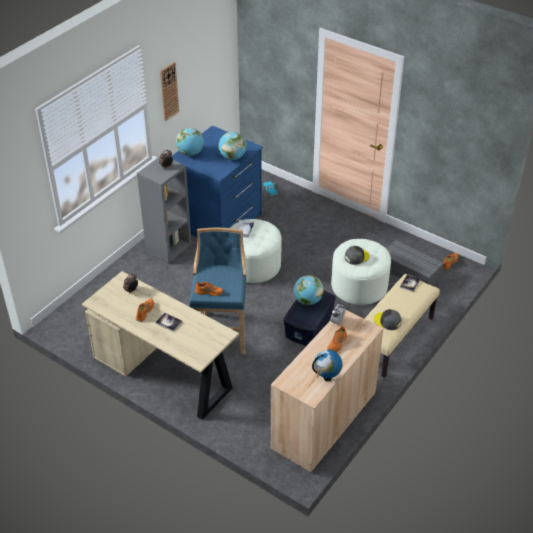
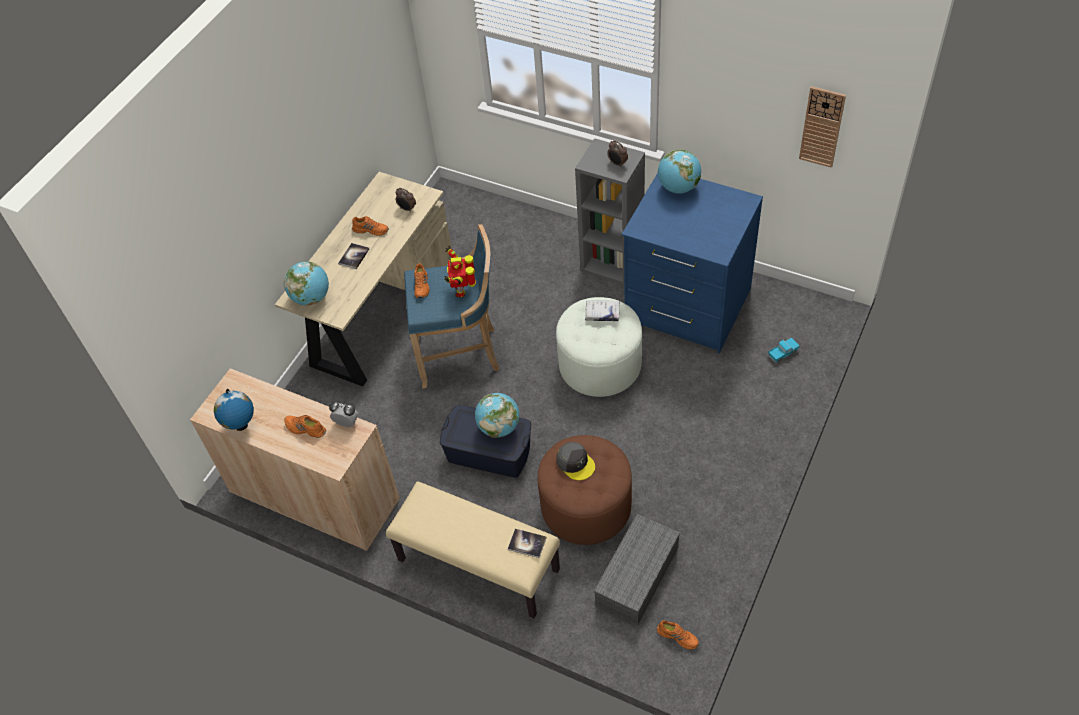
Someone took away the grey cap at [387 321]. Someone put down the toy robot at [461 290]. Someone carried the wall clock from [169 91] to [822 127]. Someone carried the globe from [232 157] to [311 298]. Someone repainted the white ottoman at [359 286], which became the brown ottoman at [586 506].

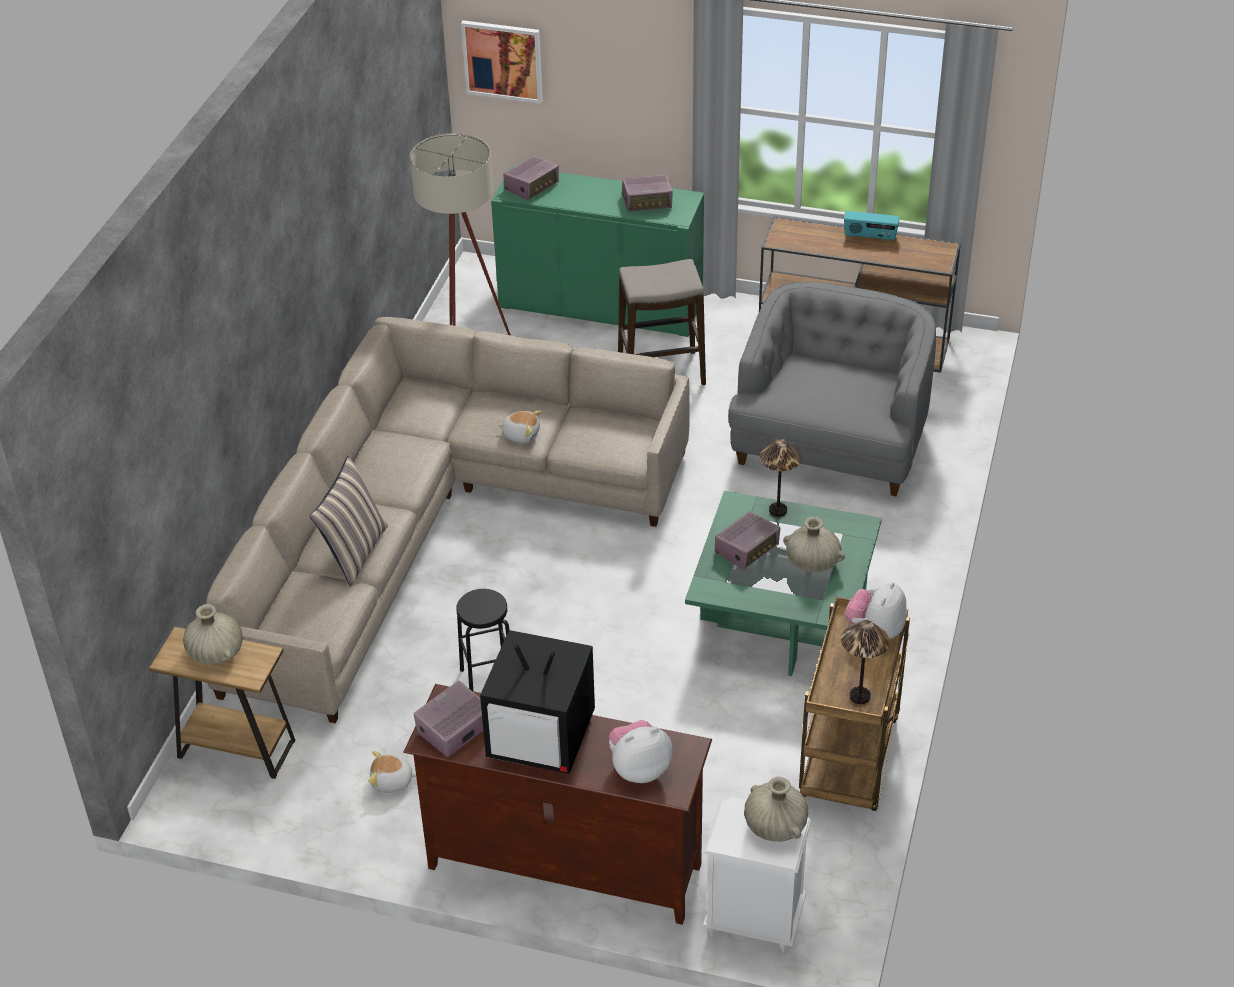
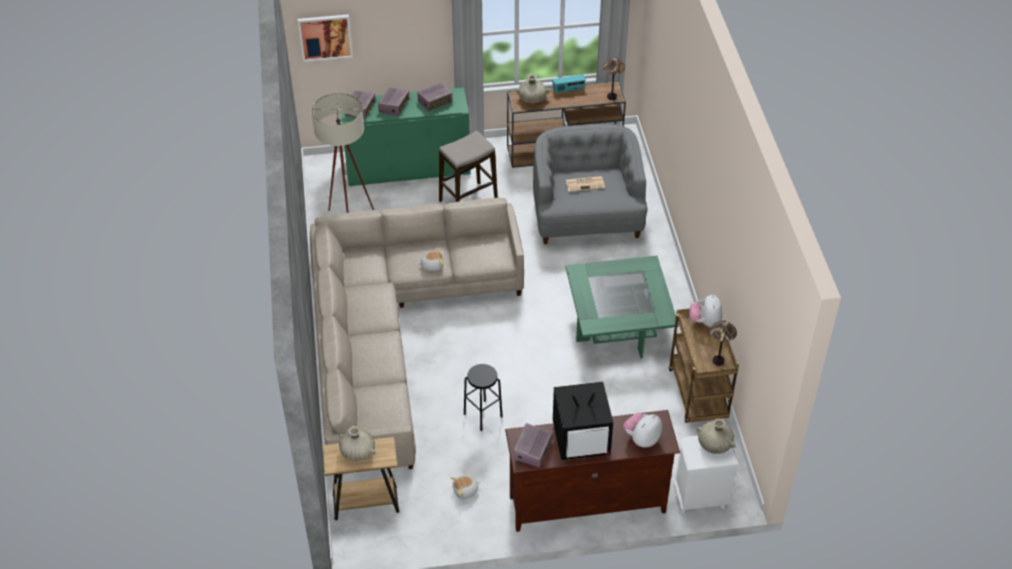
Someone took away the pillow at [354 552]. Someone put down the newspaper at [585 184]. Someone carried the radio from [747 549] to [394 106]. Someone carried the table lamp from [777 511] to [612 97]. Someone carried the beige vase from [812 563] to [532 99].

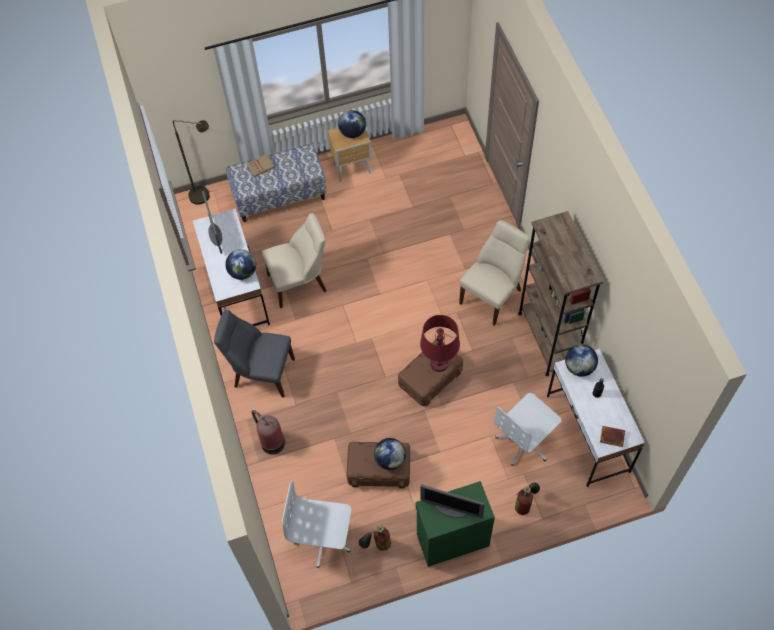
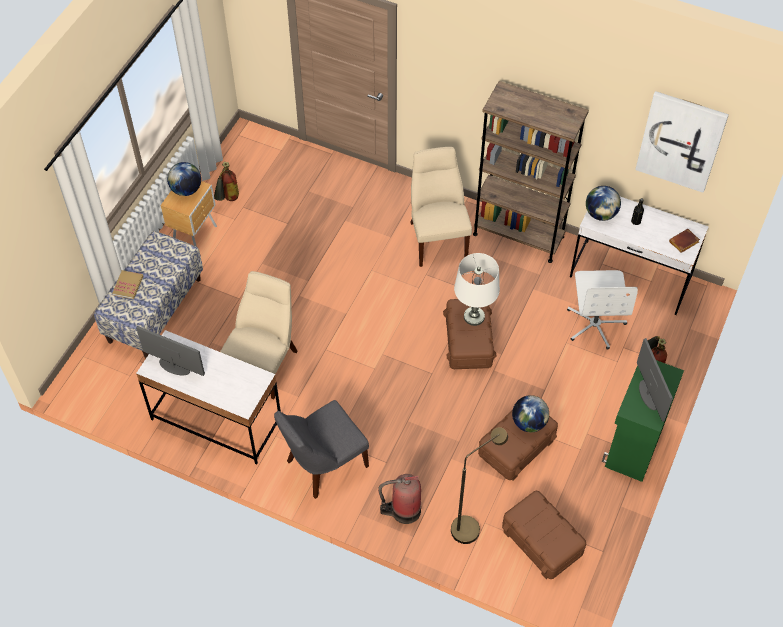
Someone took away the globe at [243 272]. Someone put up the picture at [680 141]. Someone carried the brown floor lamp from [205 196] to [471 525]. Someone carried the fire extinguisher from [377 545] to [228 200]. Someone swapped the white office chair at [323 539] for the brown storage box at [541 542]. Someone repainted the red table lamp at [439 363], which became the white table lamp at [474 317]. Someone rotated the monitor at [451 509] by 75 degrees counterclockwise.

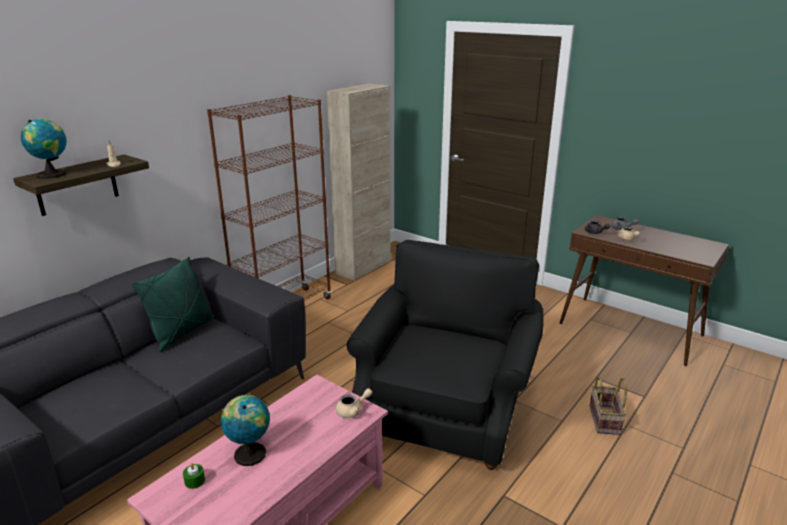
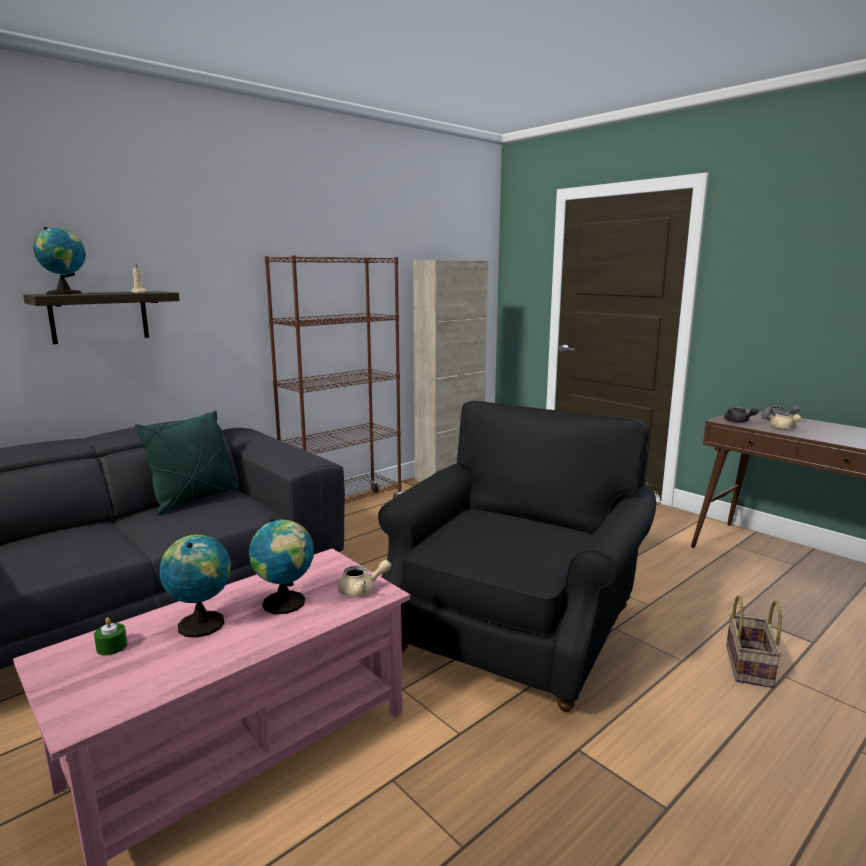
Someone put down the globe at [286 604].

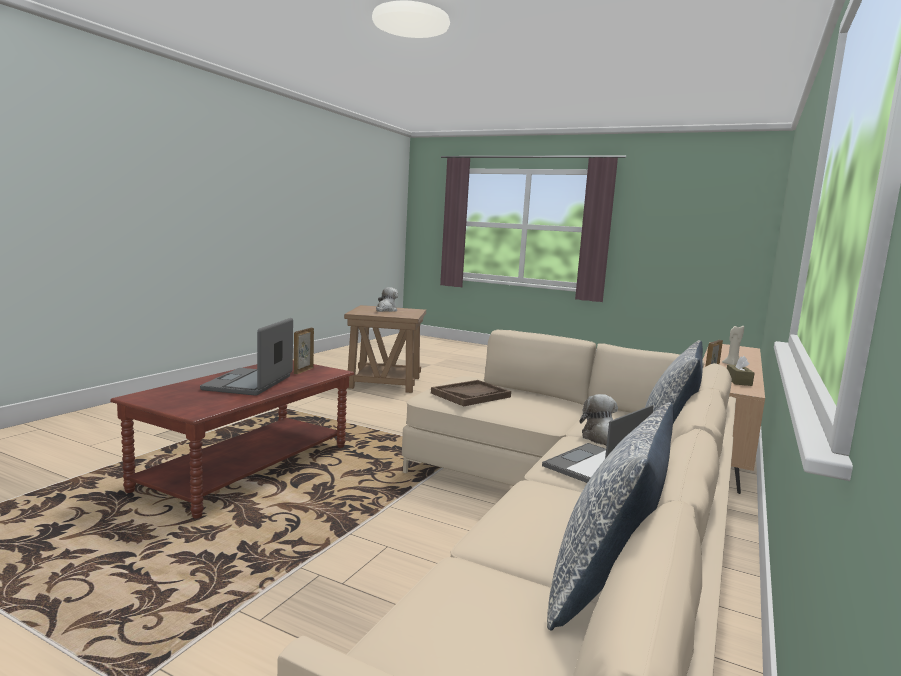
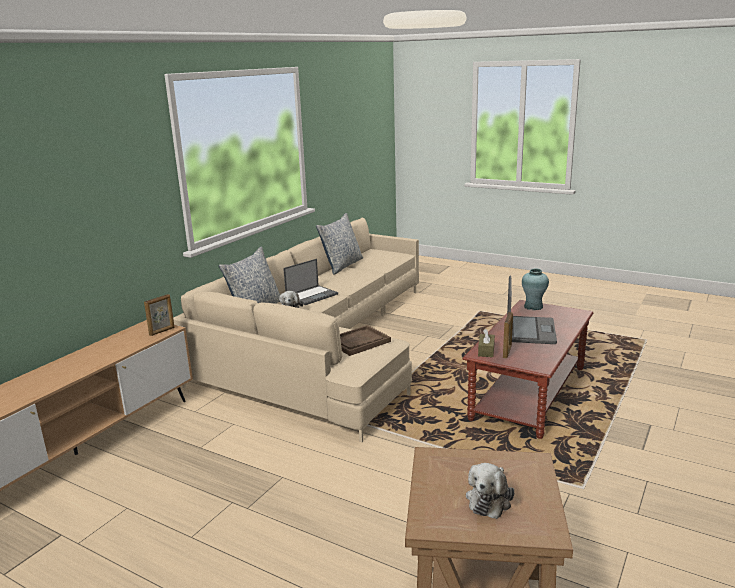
Someone took away the beige candle at [731 364]. Someone put down the turquoise vase at [533 307]. Someone carried the brown tissue box from [738 381] to [486 351].

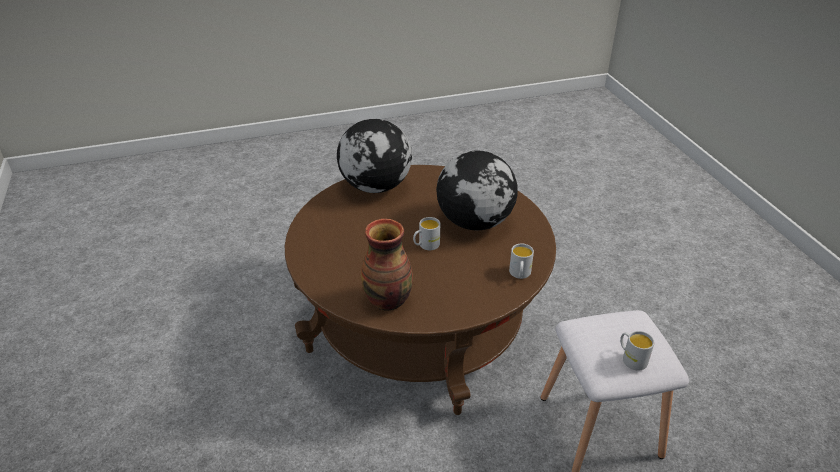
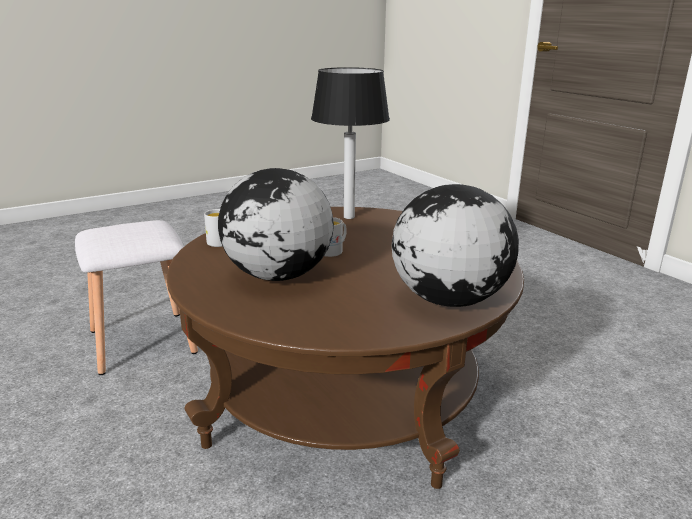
Someone took away the white mug at [631 358]. Someone swapped the vase at [389 300] for the table lamp at [348 217].

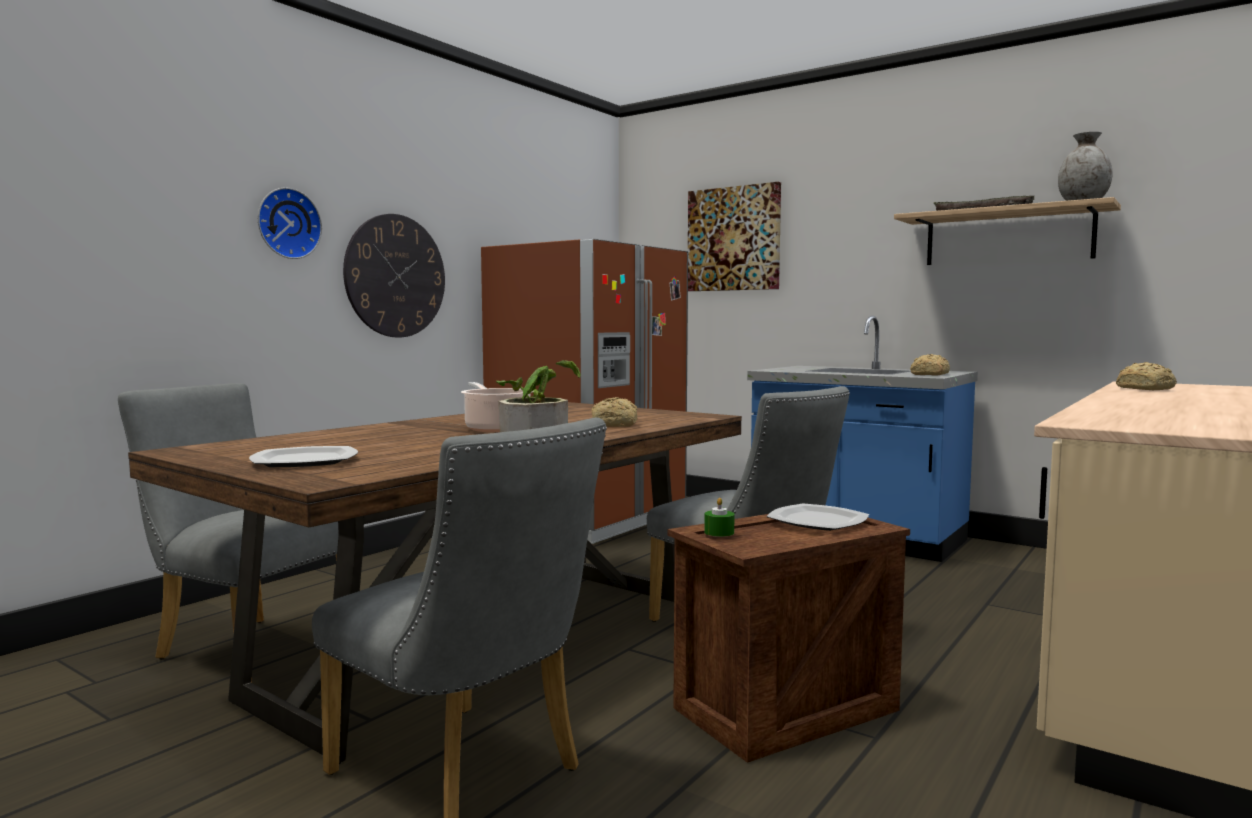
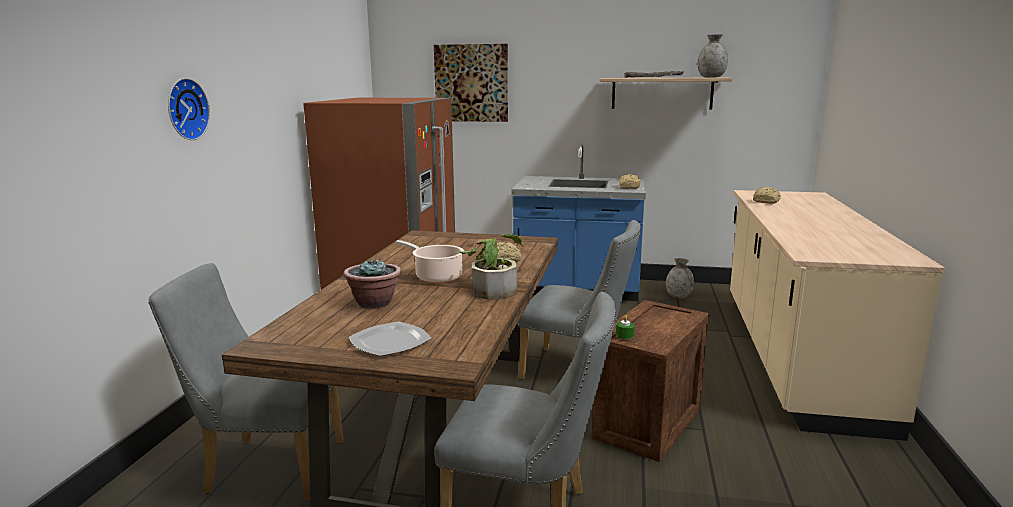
Someone took away the wall clock at [395 276]. Someone took away the plate at [818 521]. Someone put down the potted plant at [374 303]. Someone put down the grey vase at [679 296].

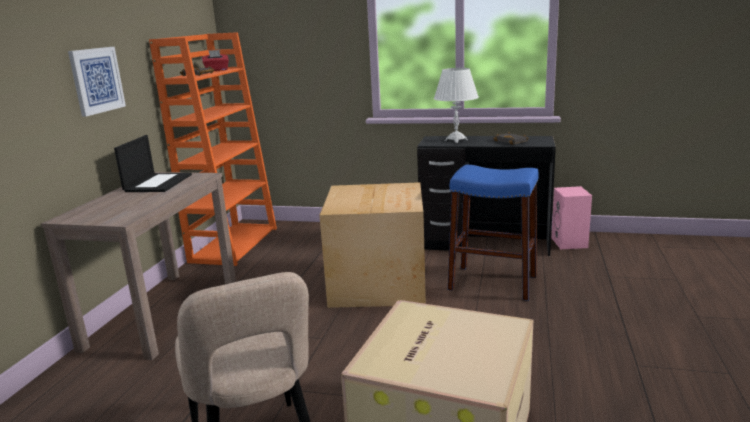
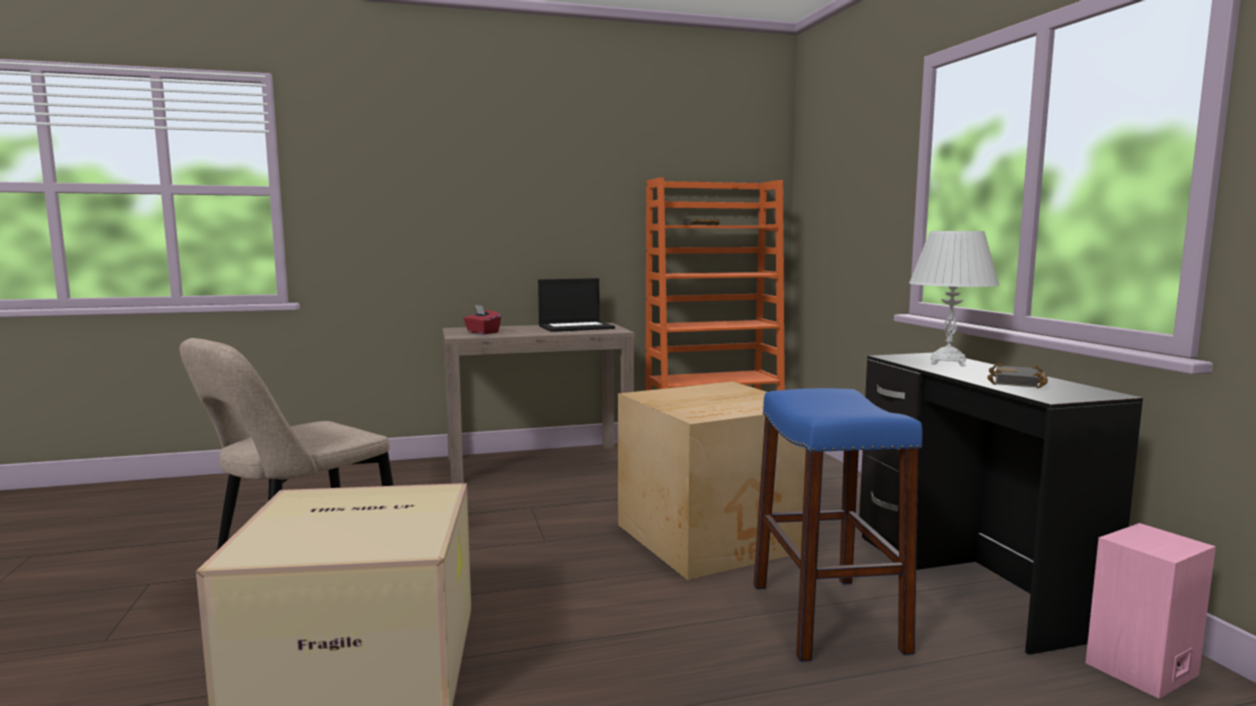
Someone took away the picture at [96 80]. Someone carried the red tissue box from [216 70] to [482 332].

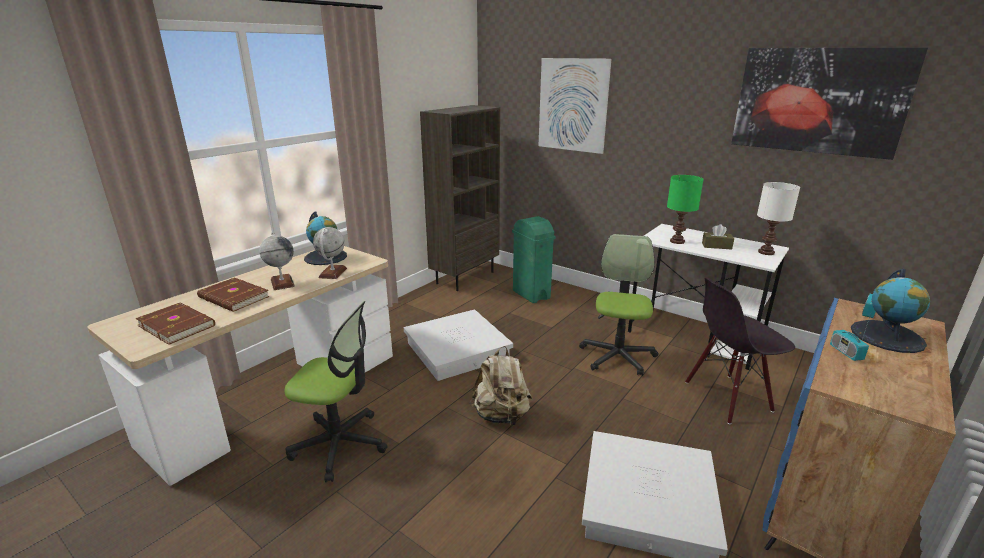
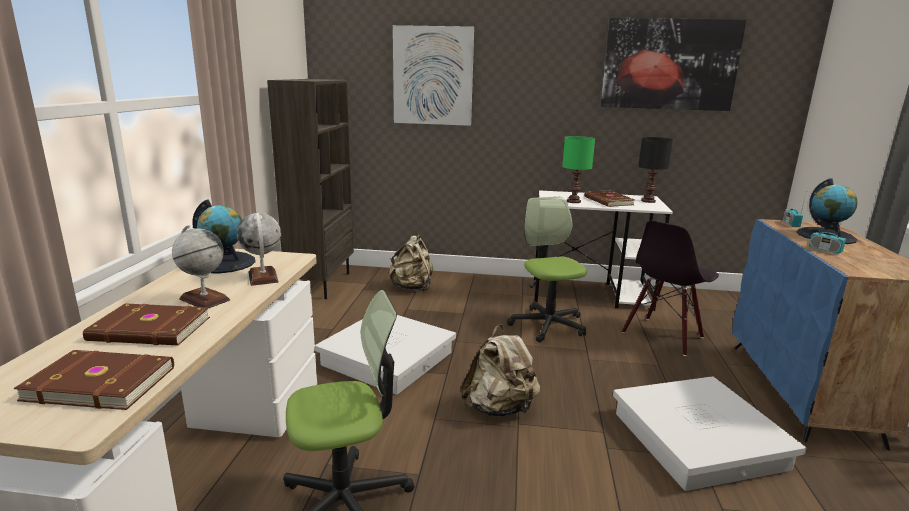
Someone swapped the green trash can at [531 295] for the beige backpack at [412 288]. Someone swapped the brown tissue box at [716 246] for the brown book at [607 201]. Someone repainted the white table lamp at [766 252], which became the black table lamp at [648 201].

